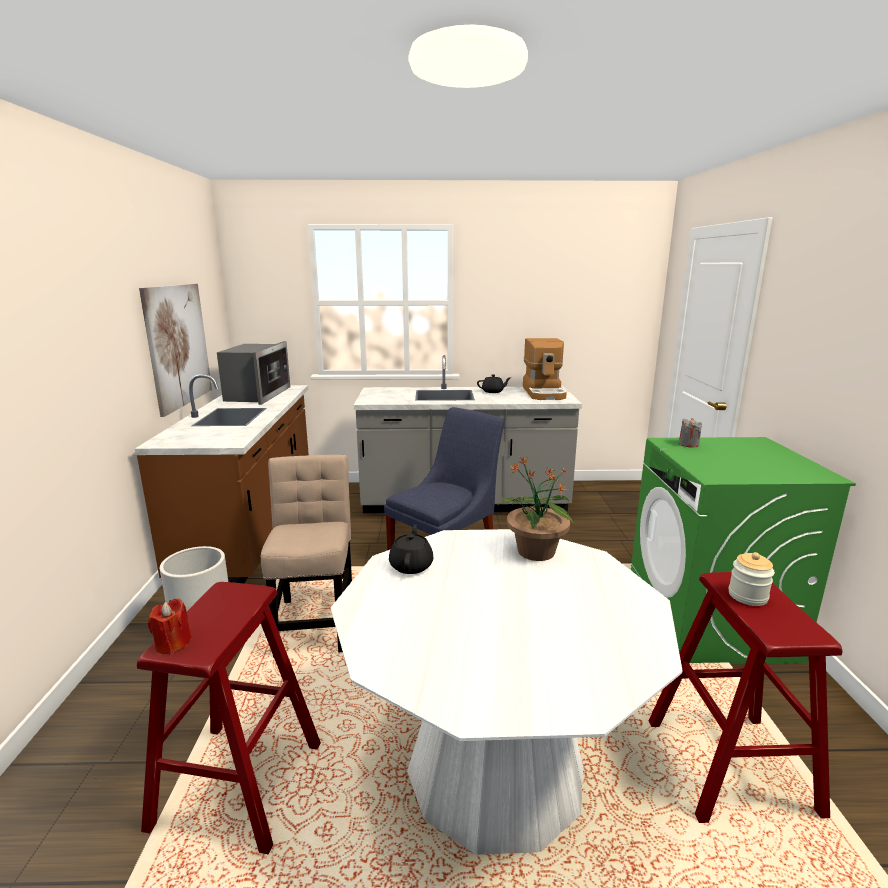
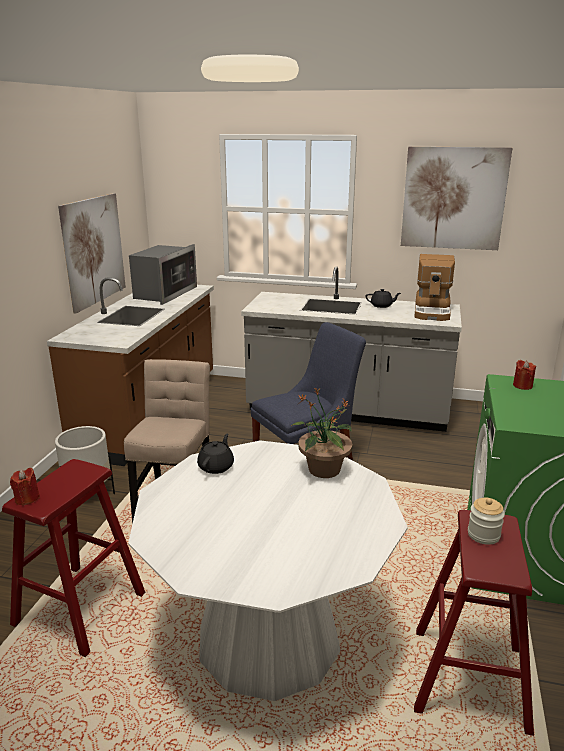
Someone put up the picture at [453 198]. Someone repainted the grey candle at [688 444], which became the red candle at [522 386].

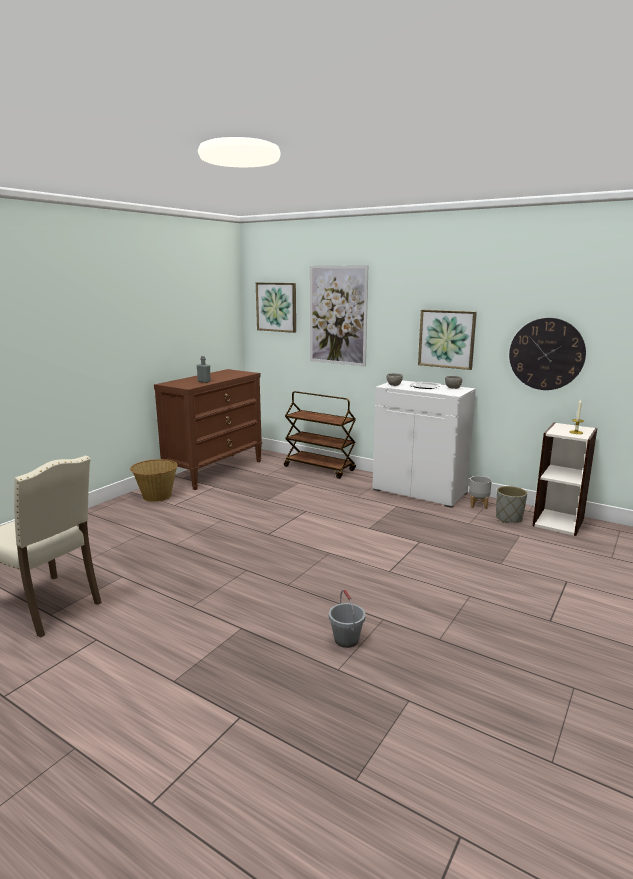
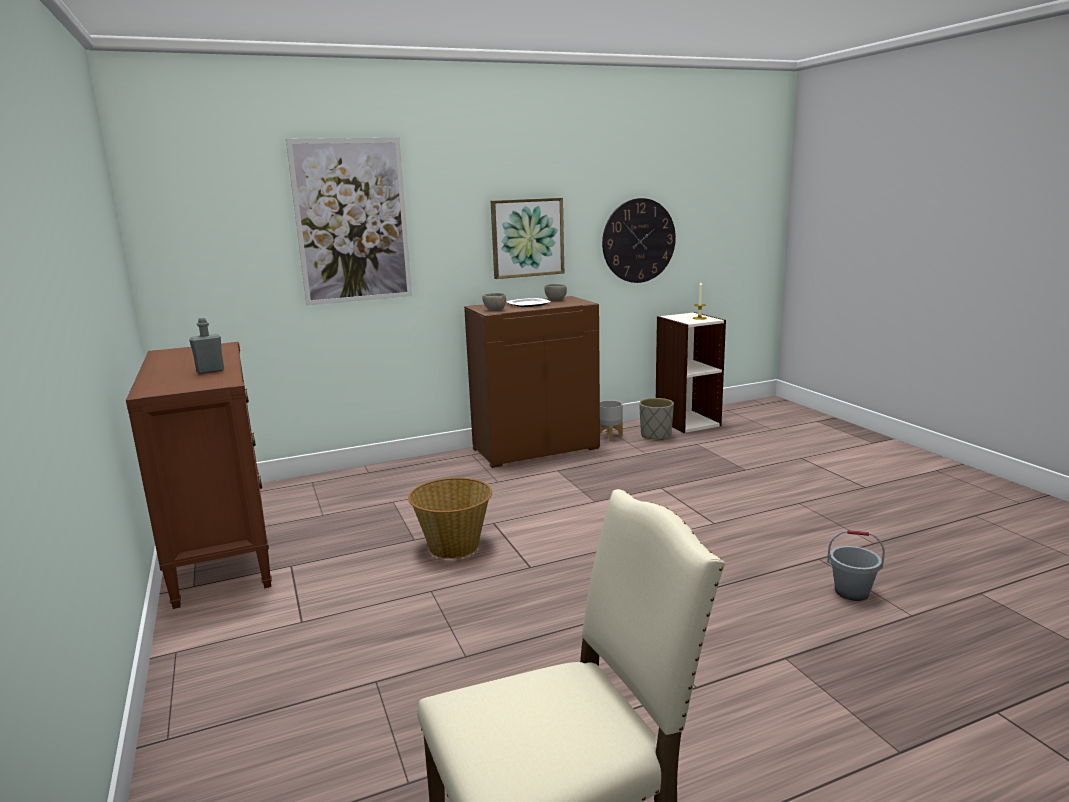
Someone took away the picture at [276 307]. Someone took away the brown cart at [320 468]. Someone carried the basket from [156 496] to [454 547]. Someone repainted the white cabinet at [420 491], which became the brown cabinet at [536 448].

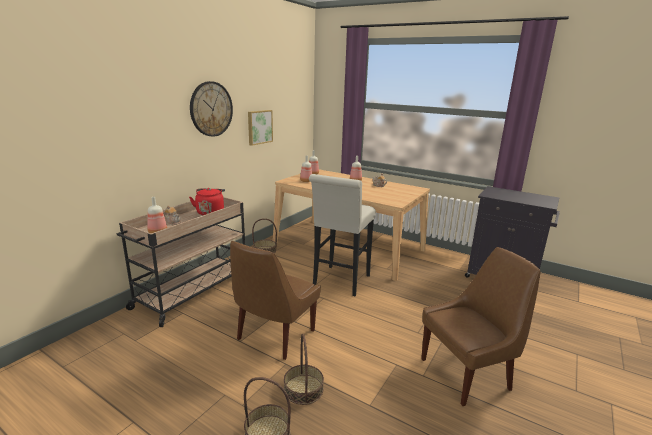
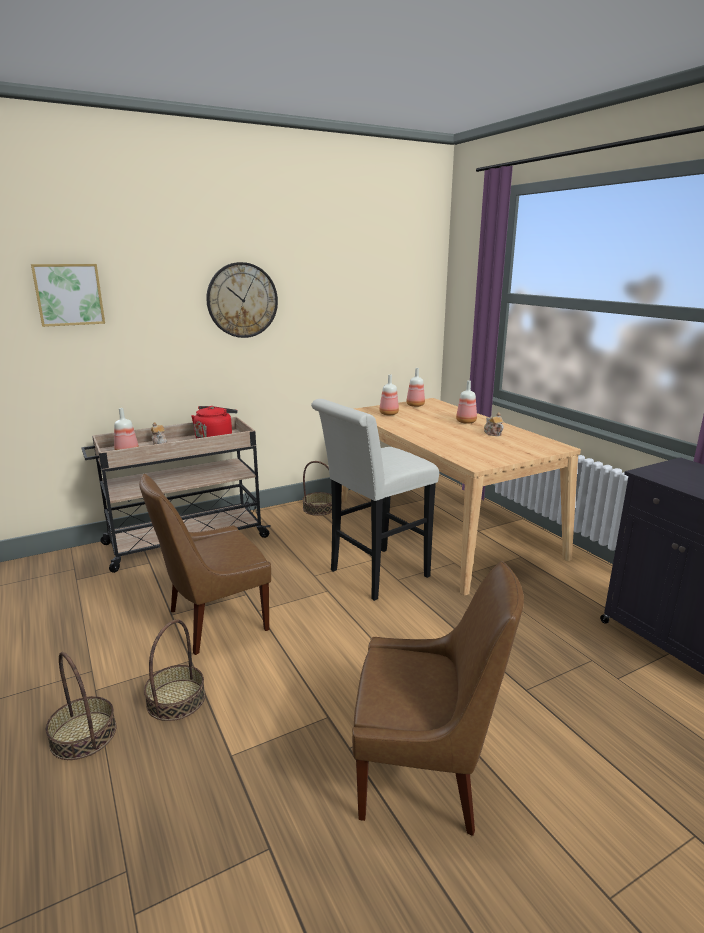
Someone carried the picture from [259 127] to [69 294].

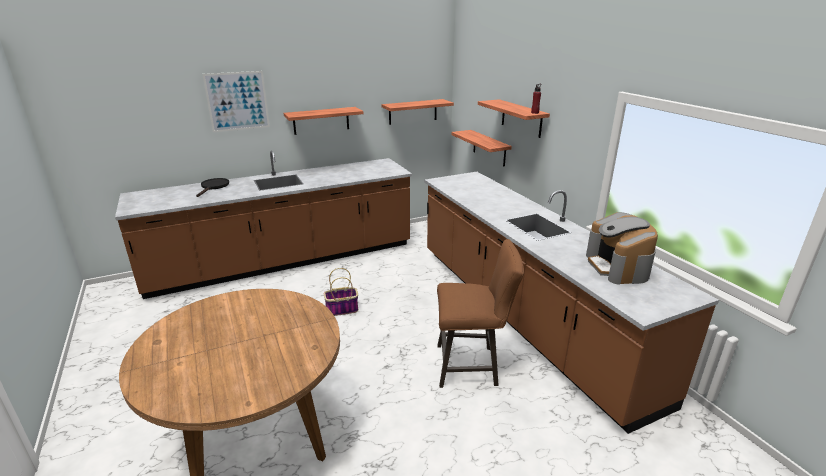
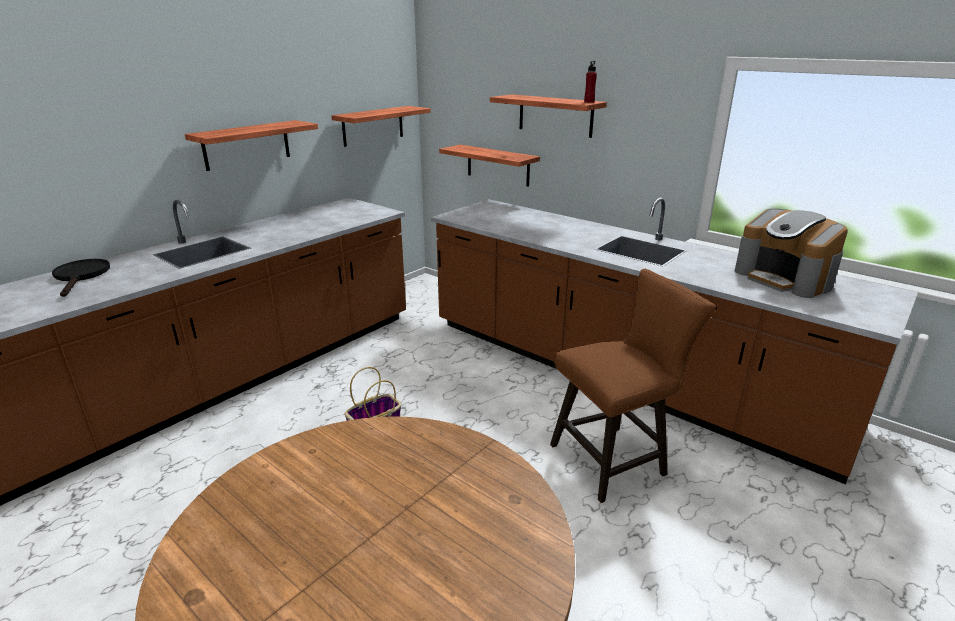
Someone took away the picture at [237 101].

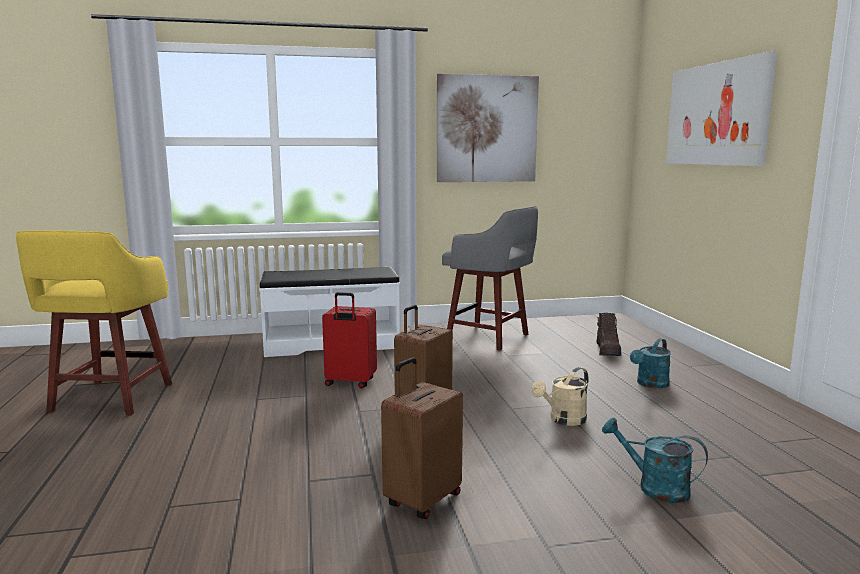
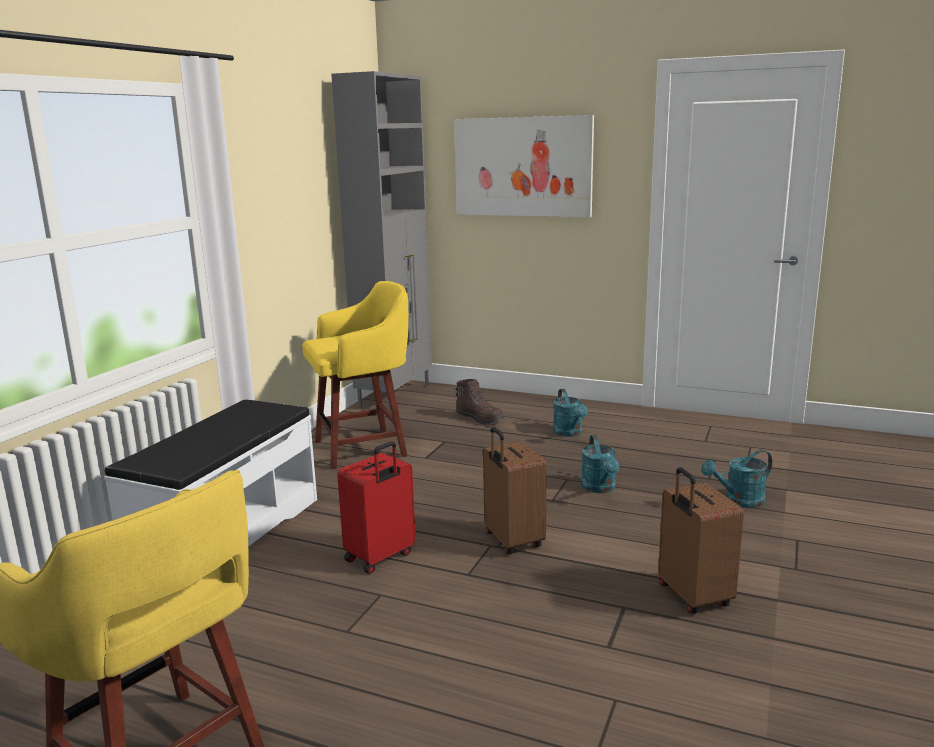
Someone took away the picture at [487 129]. Someone put down the grey cabinet at [396 396]. Someone repainted the grey stool at [490 337], which became the yellow stool at [364 448]. Someone repainted the beige watering can at [563 420], which became the turquoise watering can at [600 488].

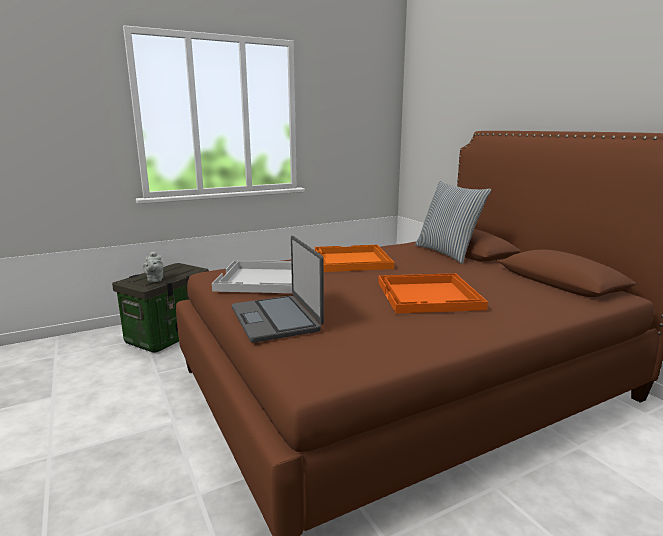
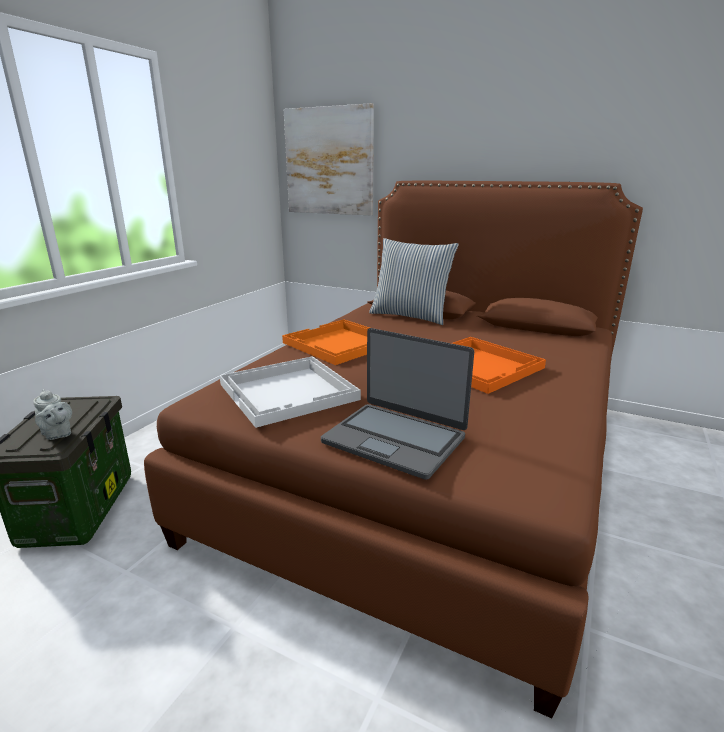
Someone put up the picture at [329 162].

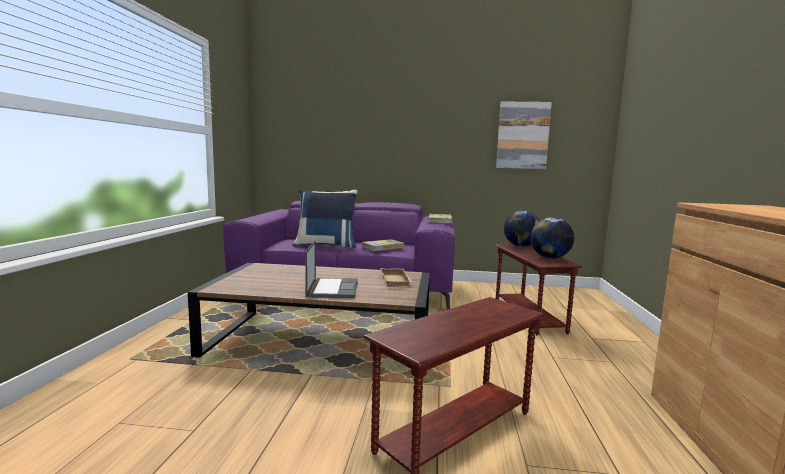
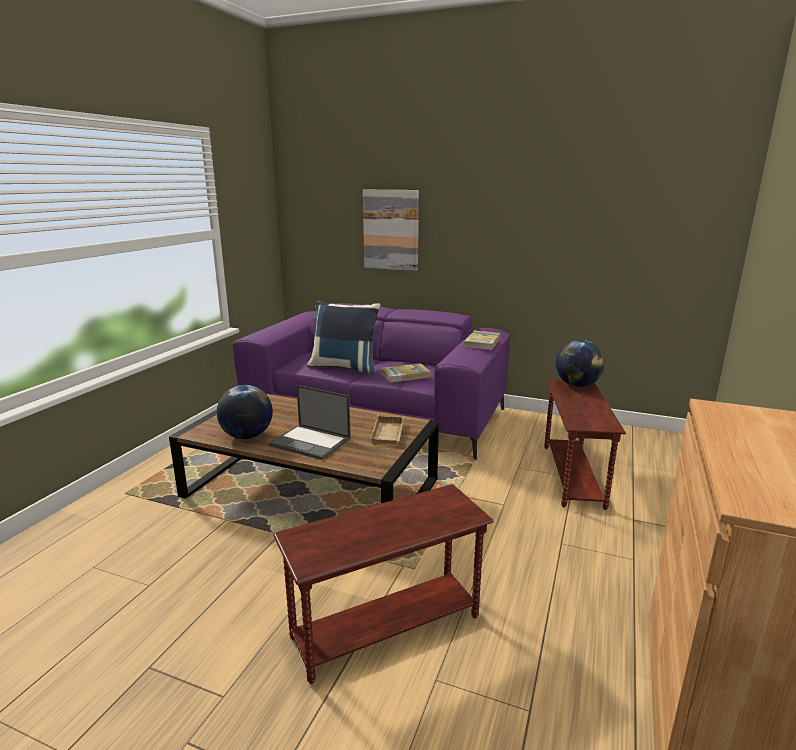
Someone carried the picture from [522 135] to [391 230]. Someone carried the globe from [550 258] to [247 436]. Someone rotated the laptop at [333 288] by 105 degrees clockwise.

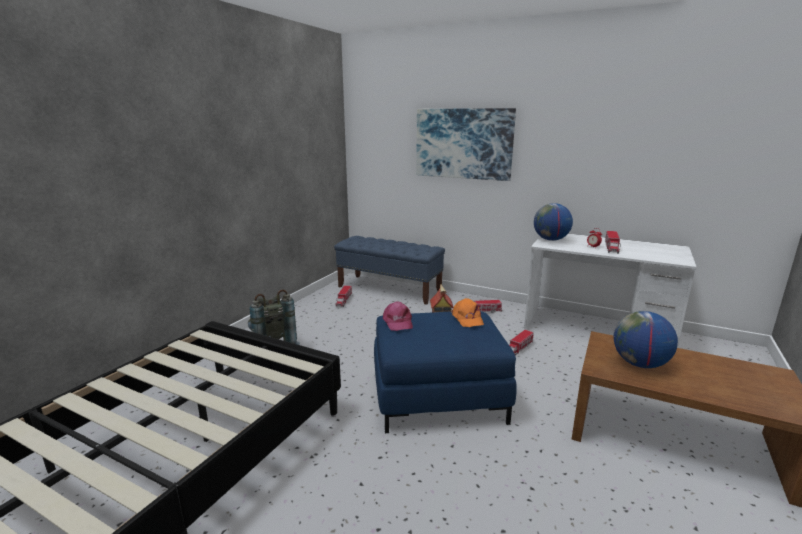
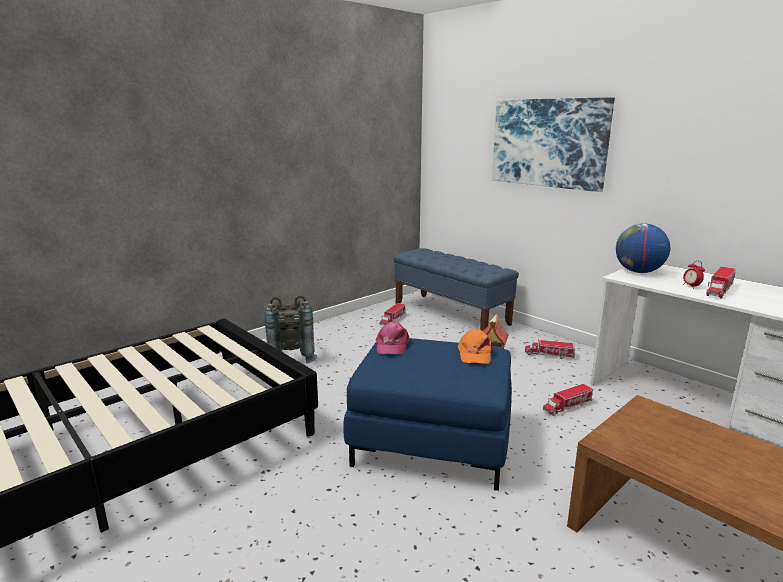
Someone took away the globe at [639 364].

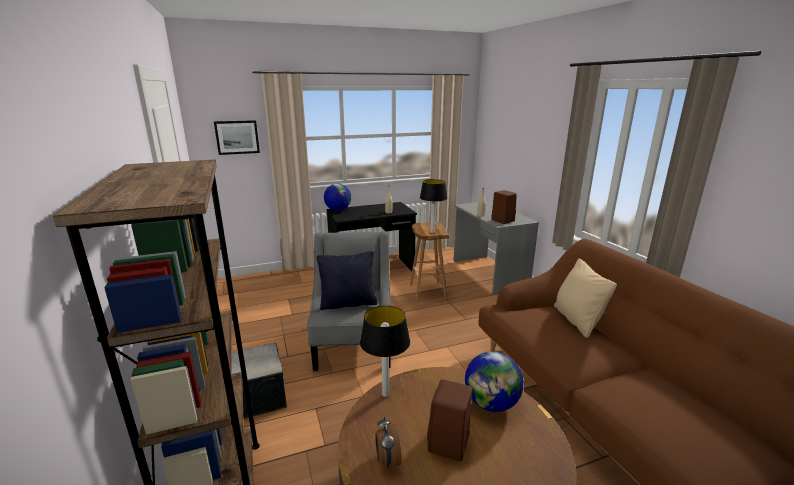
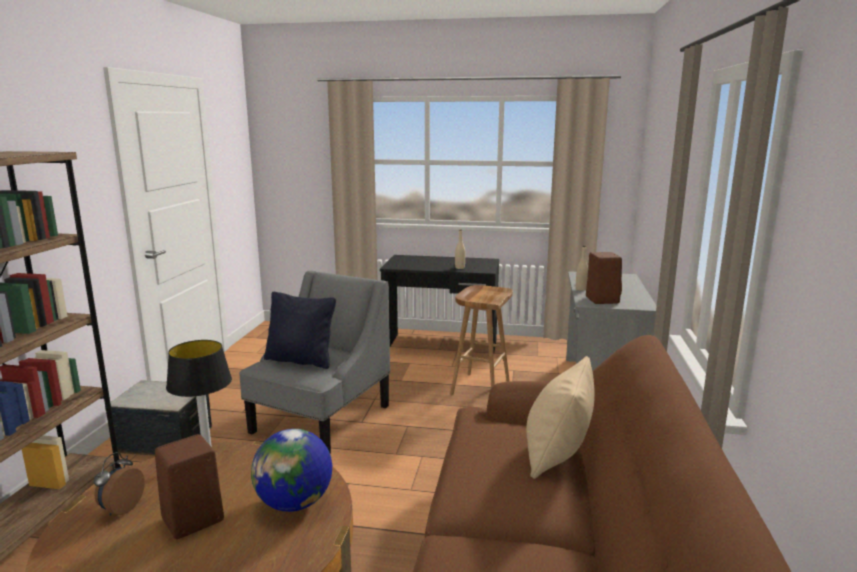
Someone took away the picture at [237 137]. Someone took away the globe at [338 210]. Someone took away the table lamp at [432 232].

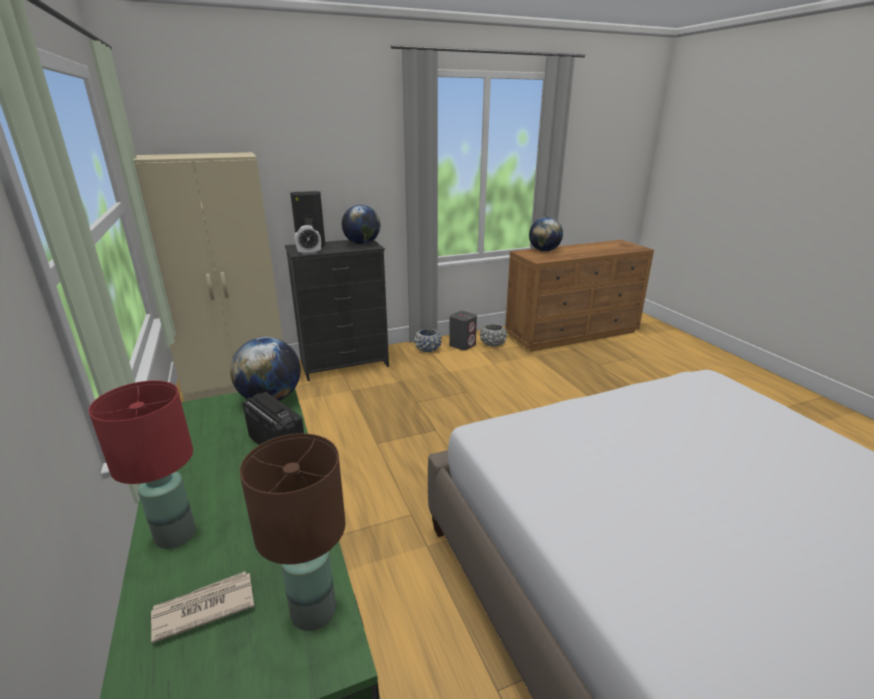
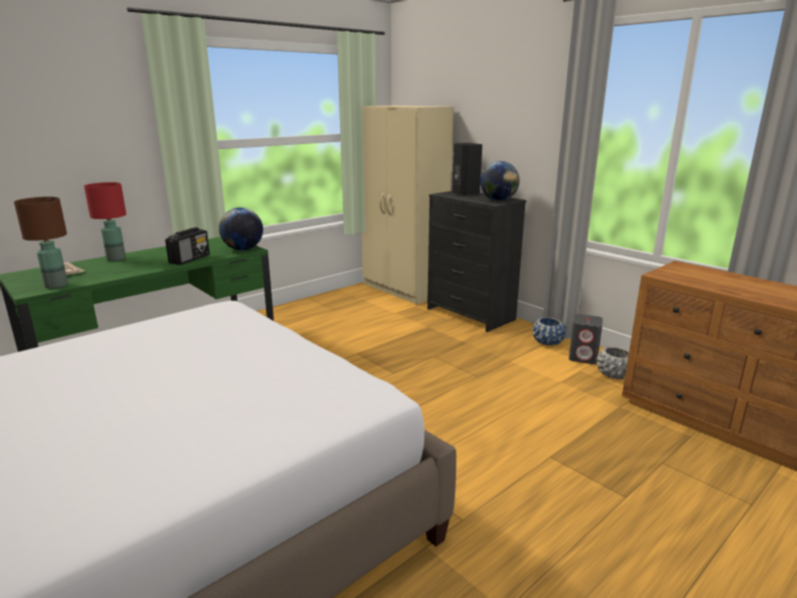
Someone took away the alarm clock at [309 253]. Someone took away the globe at [544 251].

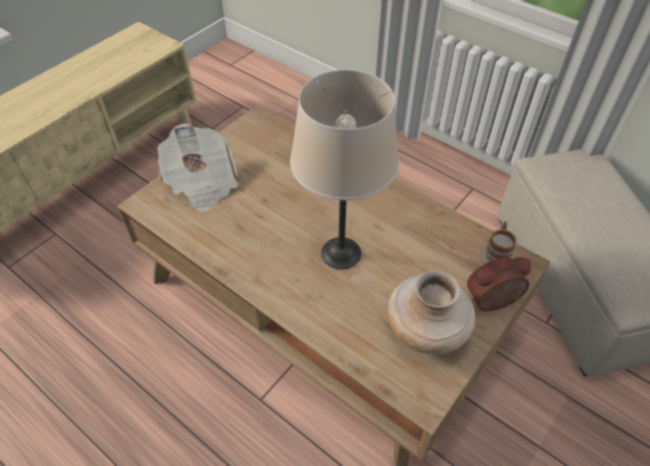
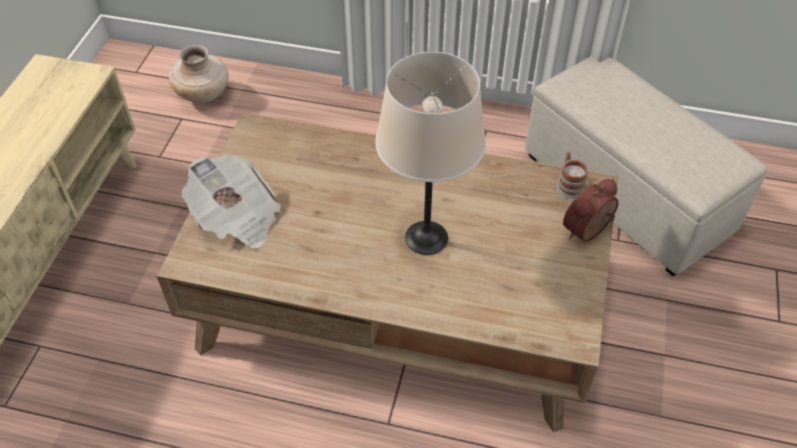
Someone carried the beige vase from [426 331] to [203 95].

